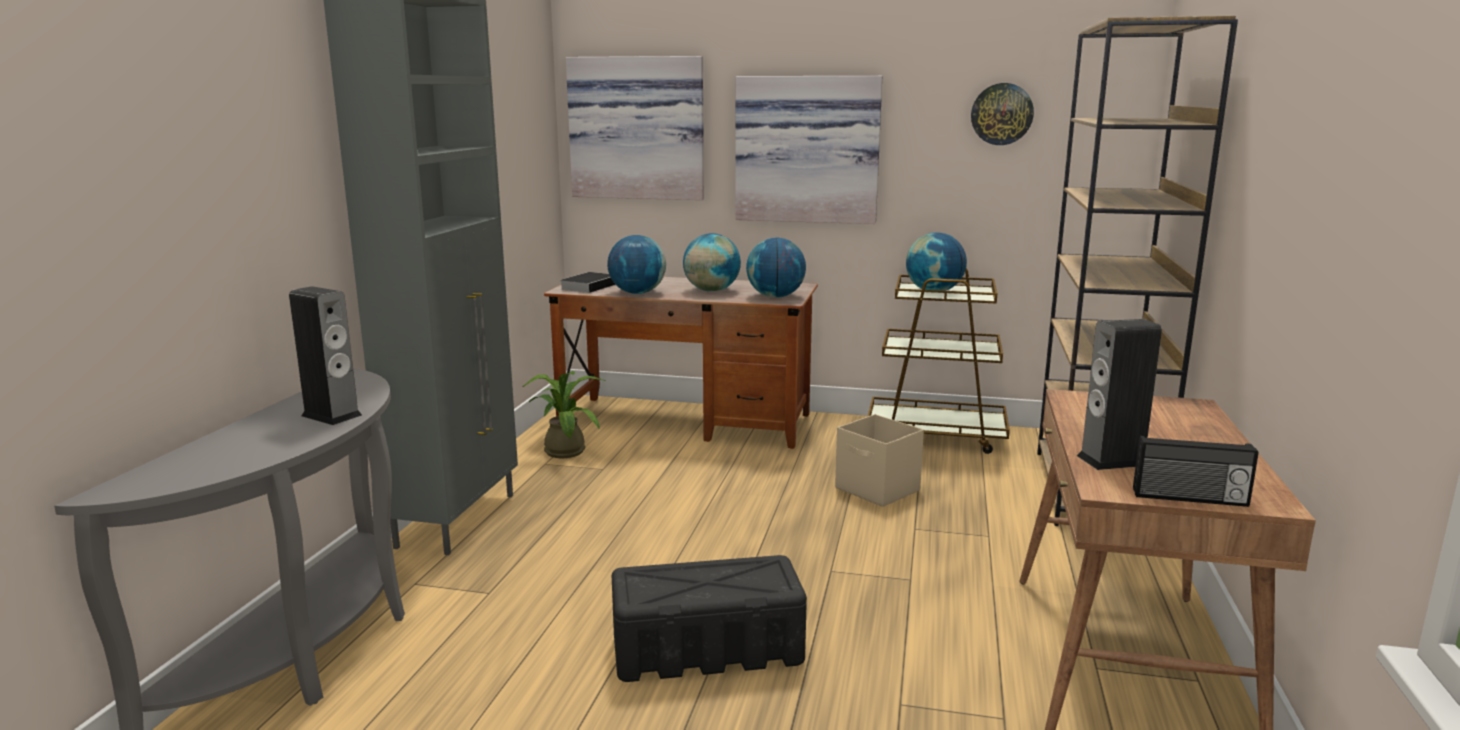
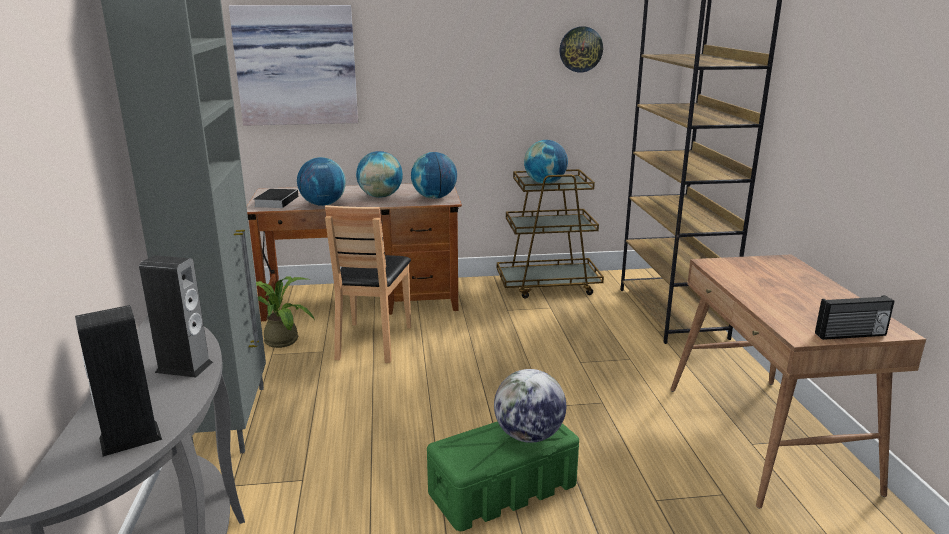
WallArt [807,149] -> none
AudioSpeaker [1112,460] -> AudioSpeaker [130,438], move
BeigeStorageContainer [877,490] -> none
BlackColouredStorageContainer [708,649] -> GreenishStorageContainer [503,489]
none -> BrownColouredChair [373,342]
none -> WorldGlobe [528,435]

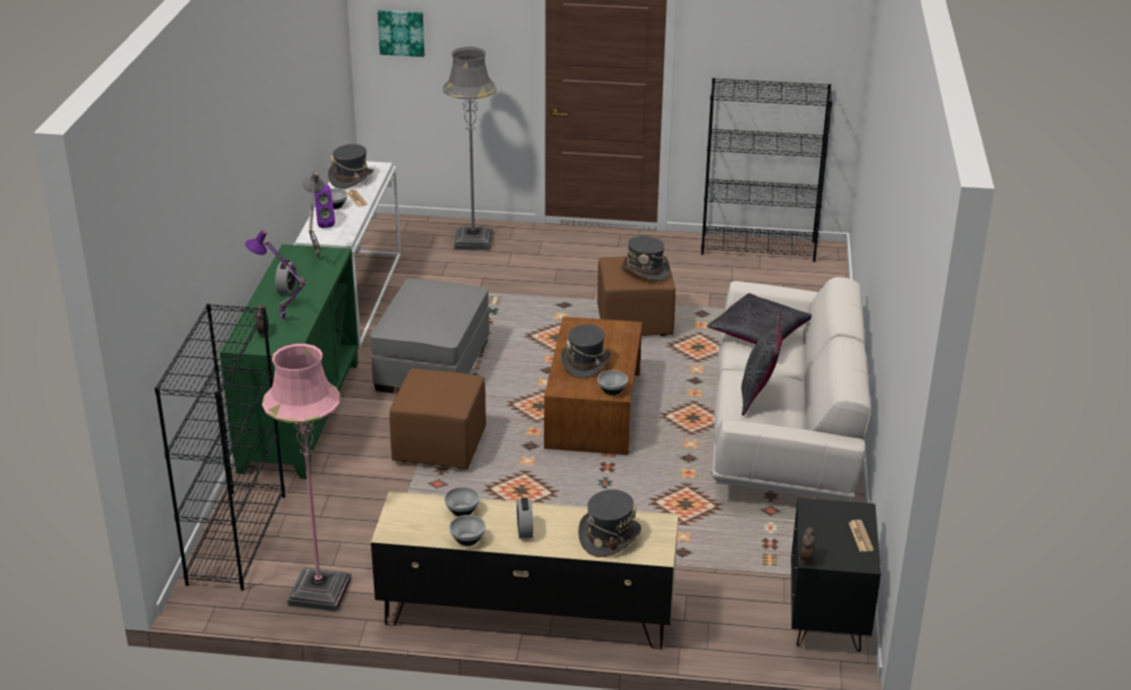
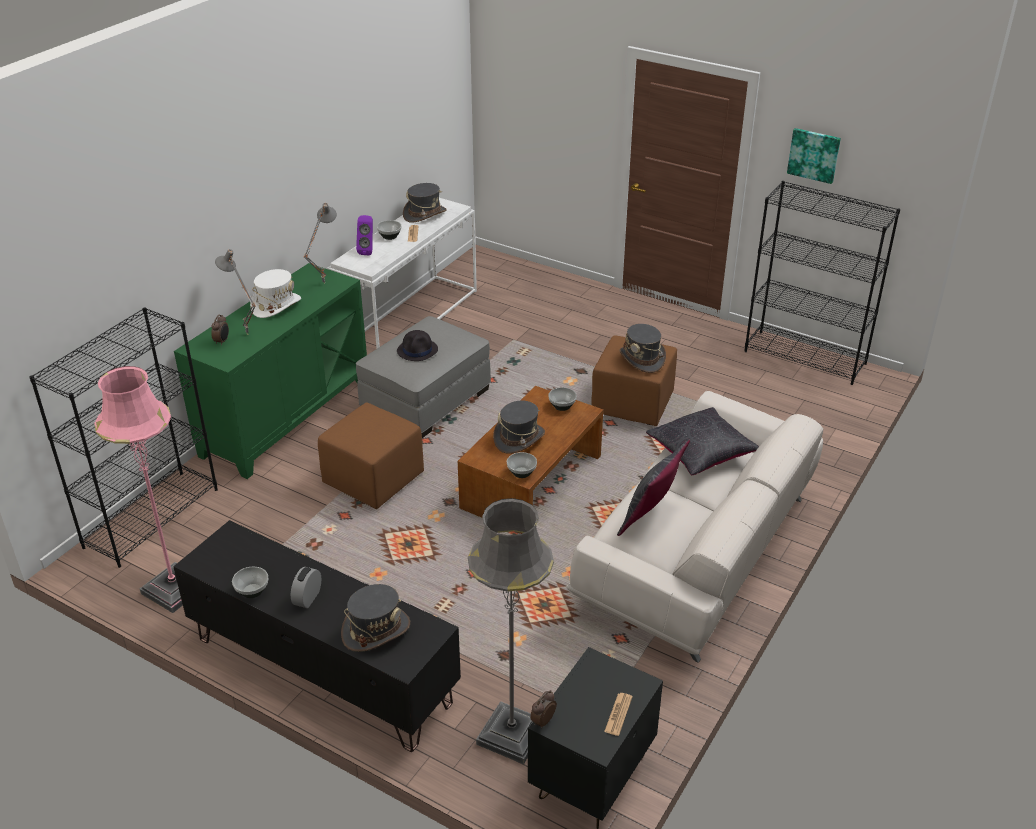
WallArt [401,32] -> WallArt [814,155], move
GreyStandingLamp [473,241] -> GreyStandingLamp [511,735], move
PurpleLampForATable [281,321] -> GreyLampForATable [245,334]
TableClock [287,289] -> WhitishClothingHat [276,305]
ServingBowl [461,511] -> ServingBowl [561,406], move
BeigeMediaConsole [526,612] -> BlackColouredMediaConsole [322,669]
none -> BlackColouredClothingHat [417,350]

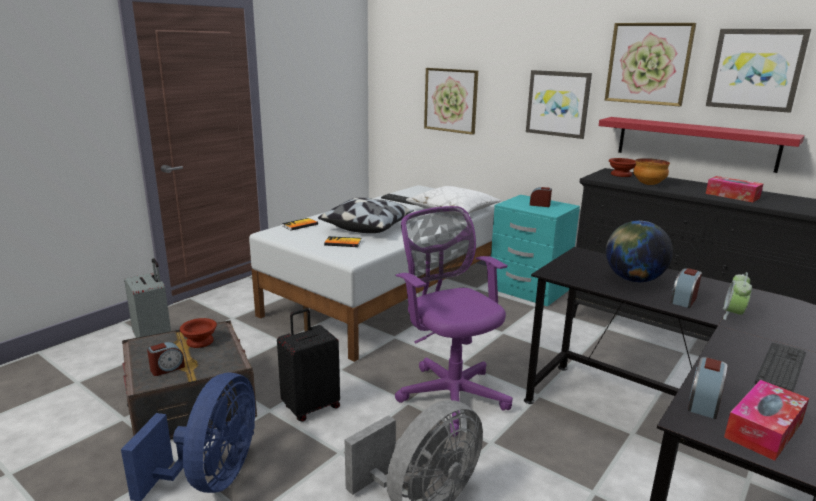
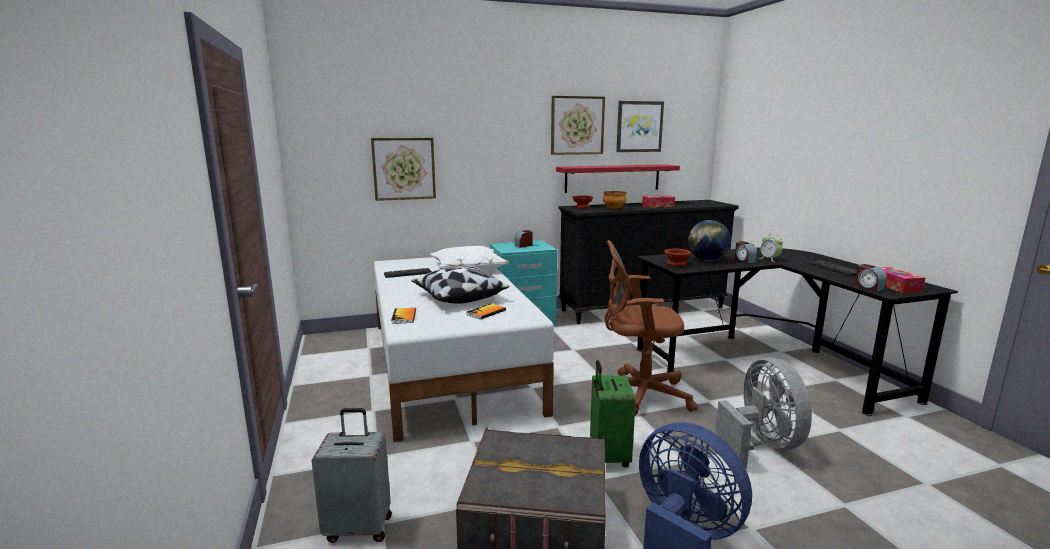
WallArt [558,103] -> none
PurpleDeskChair [450,393] -> BrownColouredDeskChair [639,394]
BlackColouredTravelCase [311,407] -> GreenishTravelCase [607,456]
BrownColouredServingBowl [200,341] -> BrownColouredServingBowl [676,264], move
TableClock [167,368] -> none

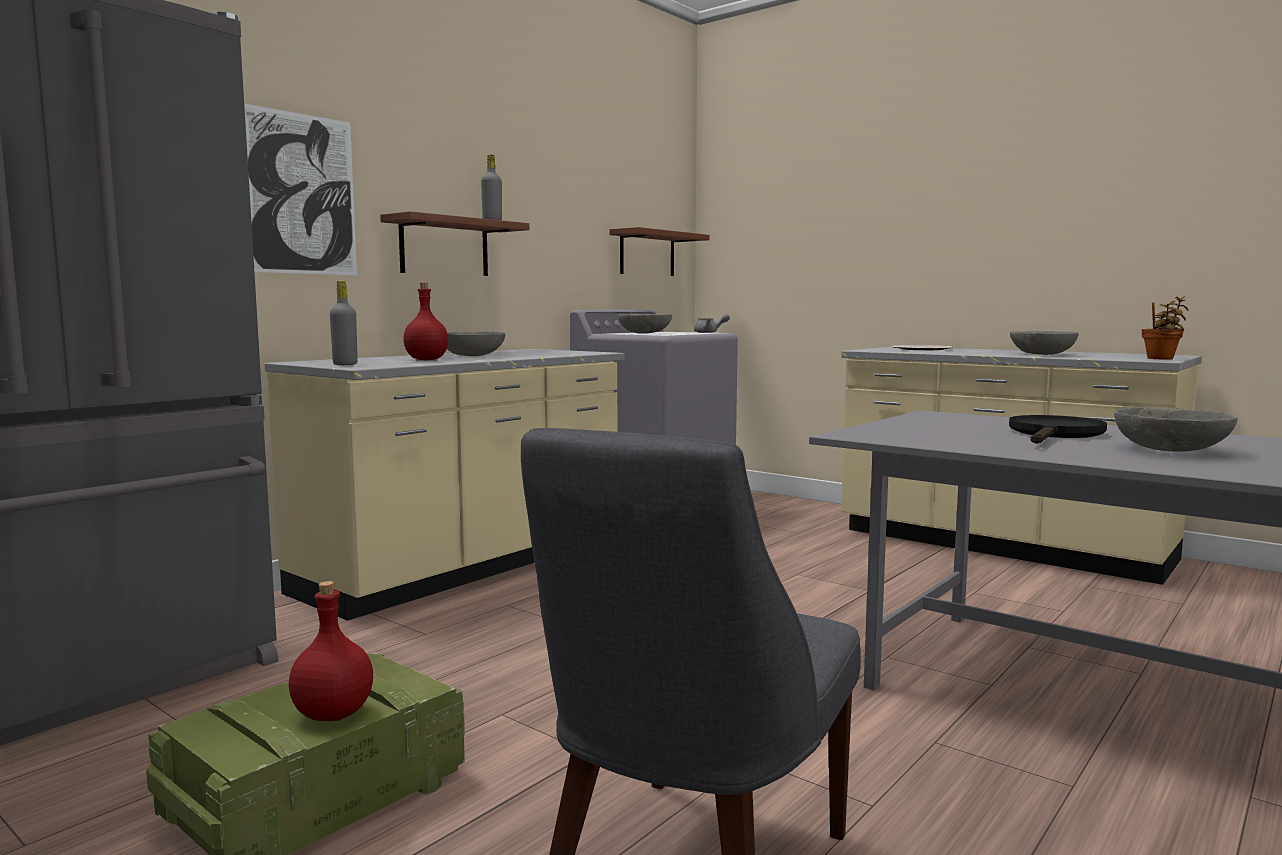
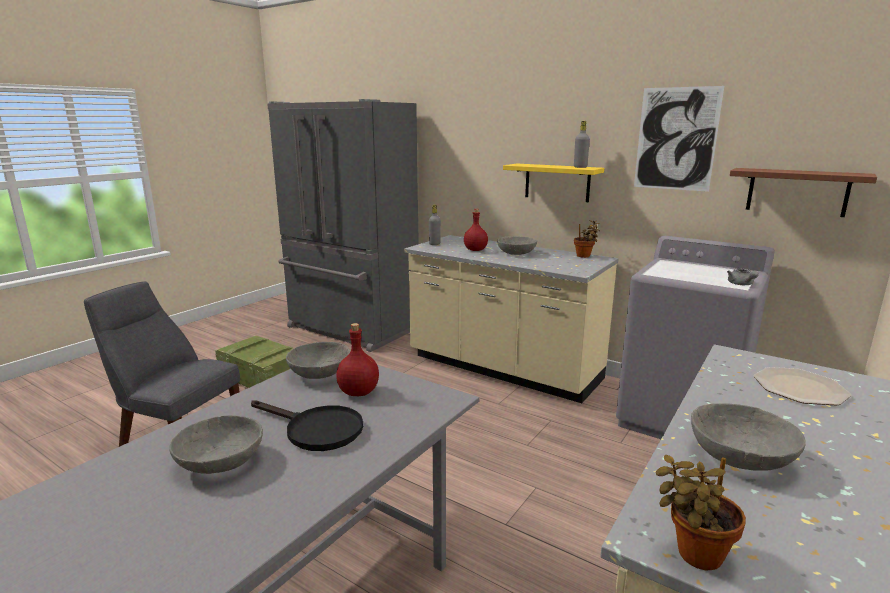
WallArt [301,194] -> WallArt [676,139], move
BrownColouredWallShelf [444,247] -> YellowWallShelf [557,182]
GreyServingBowl [645,333] -> GreyServingBowl [319,374], move
RedDrinkBottle [332,715] -> RedDrinkBottle [358,392], move
none -> Houseplant [584,256]

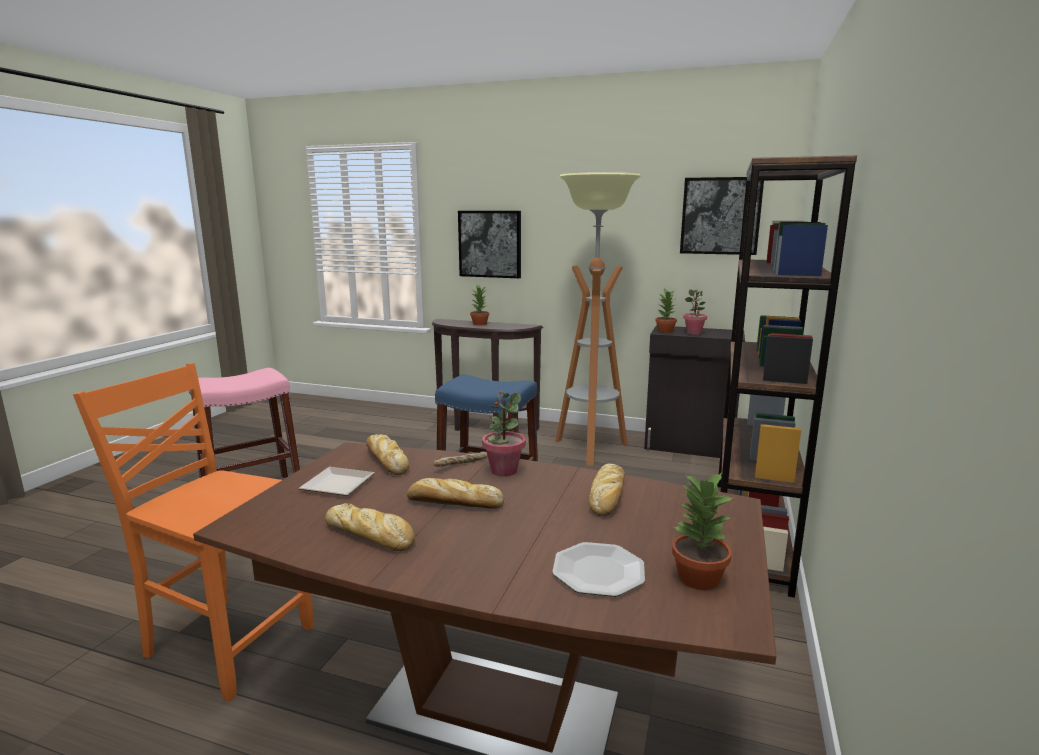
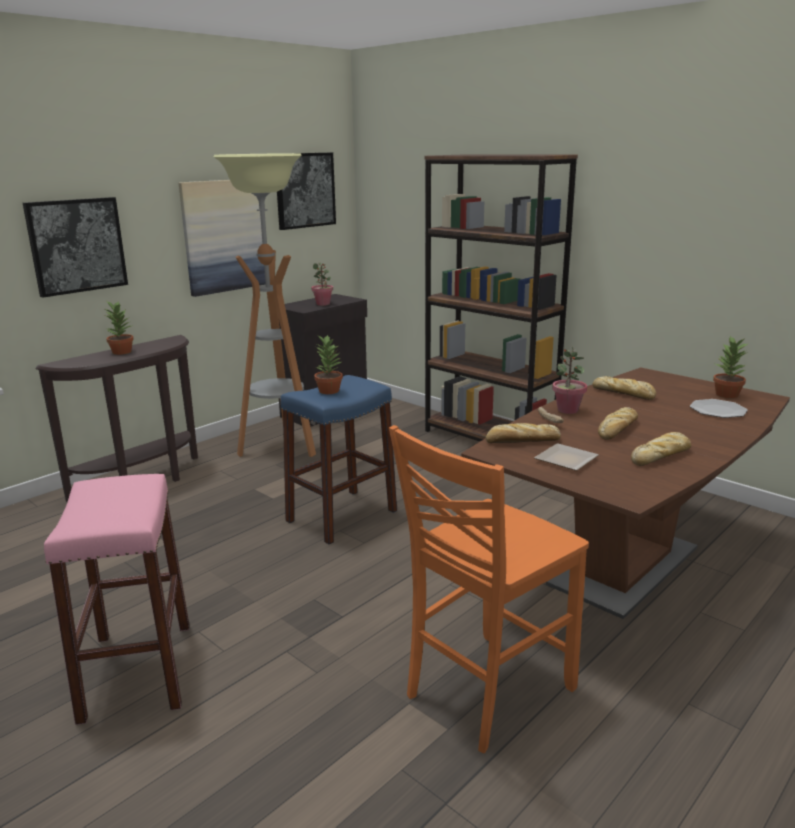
Houseplant [665,331] -> Houseplant [329,391], move
none -> WallArt [224,236]

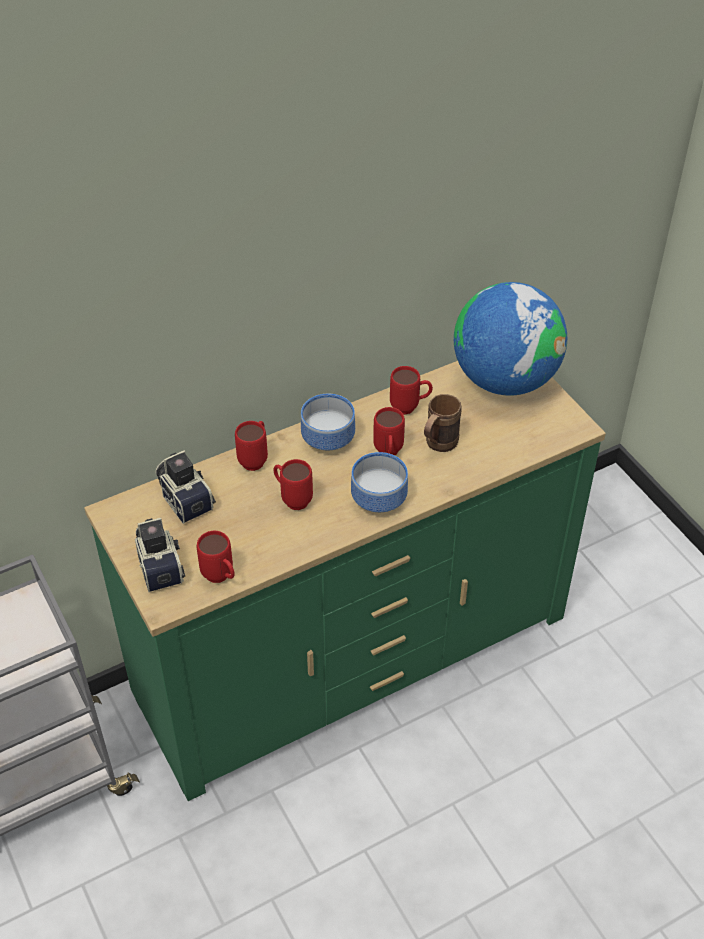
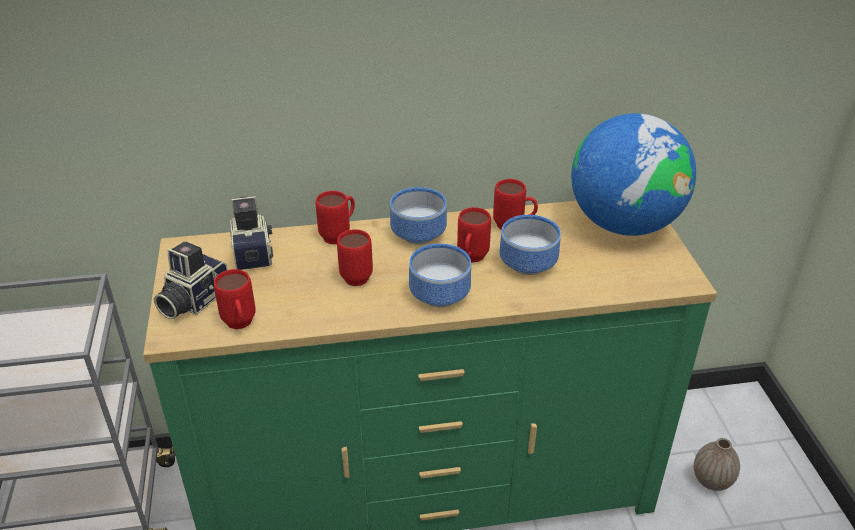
BrownColouredMug [437,446] -> ServingBowl [525,264]
StillCamera [160,565] -> StillCamera [192,300], 150 degrees counterclockwise
none -> FlowerVase [711,481]

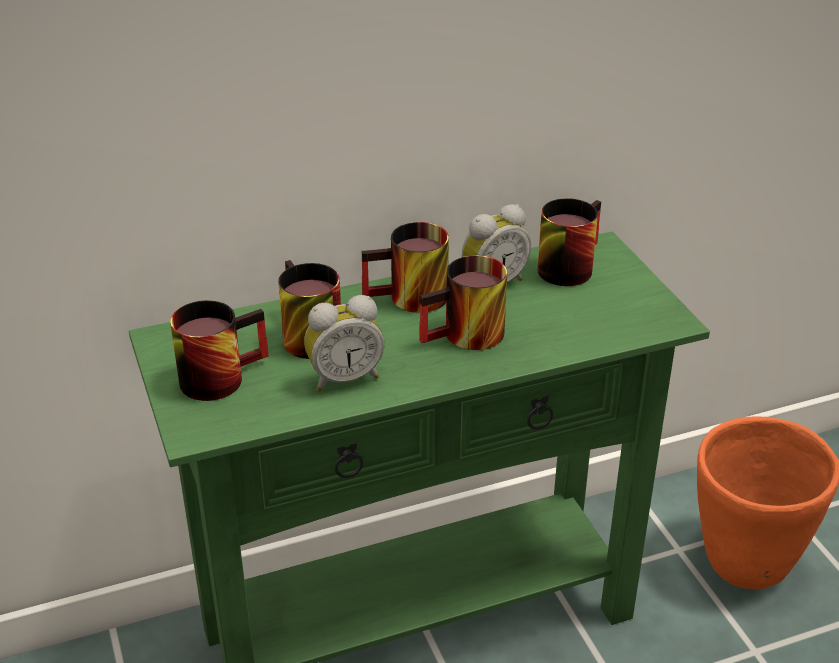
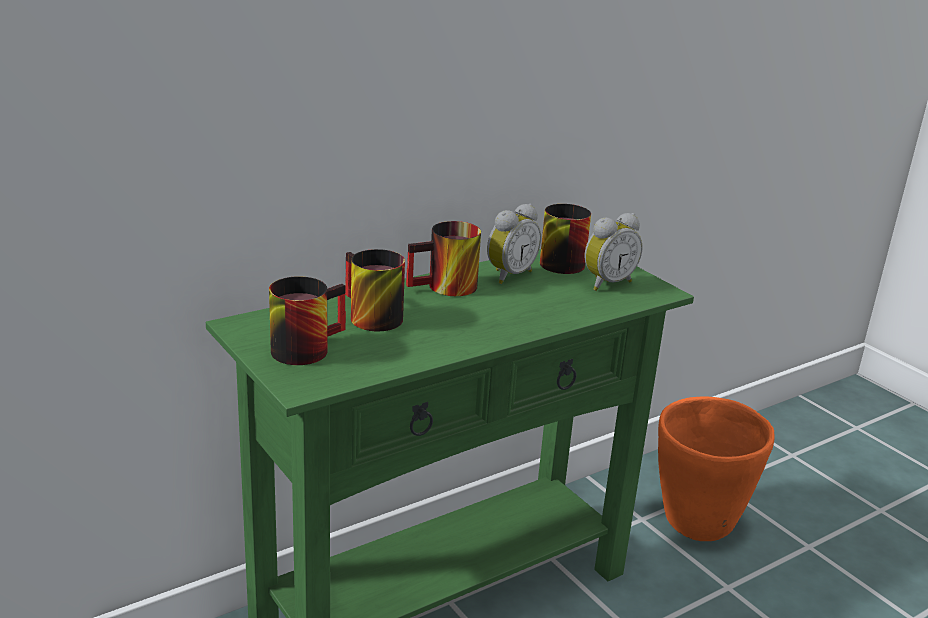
Mug [467,338] -> none
TableClock [344,378] -> TableClock [606,283], move

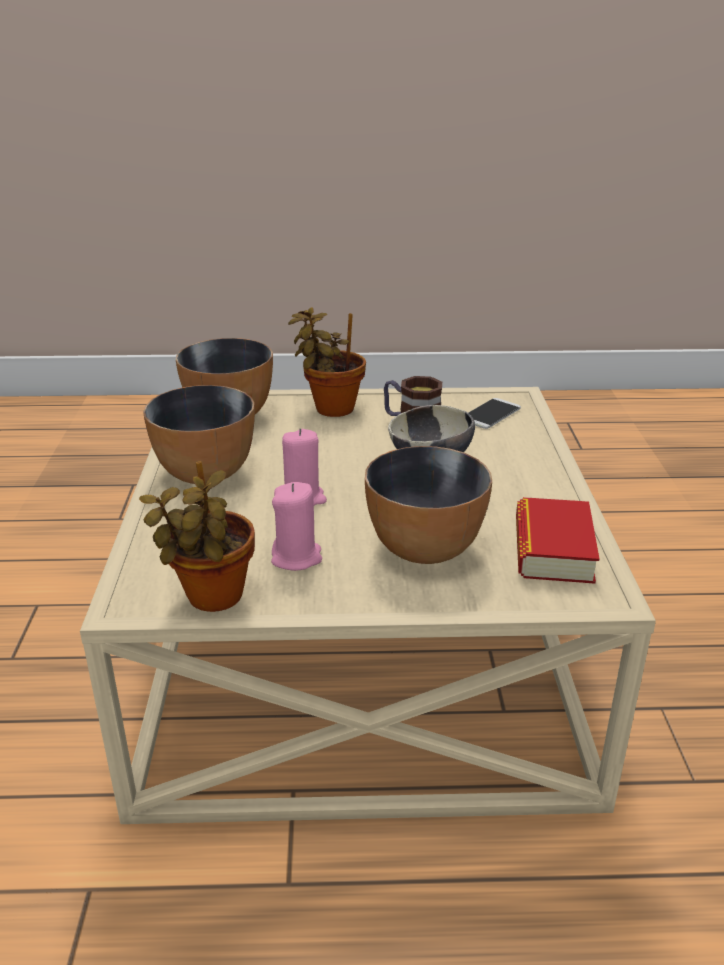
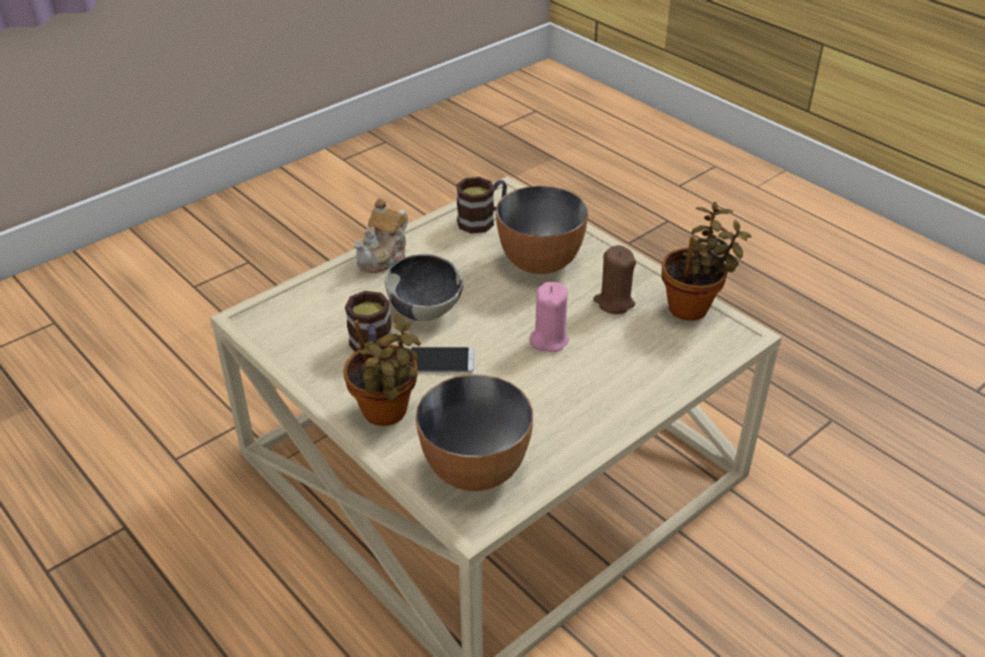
ServingBowl [205,473] -> none
Phone [490,414] -> Phone [439,361], move
PinkColouredCandle [297,557] -> BrownColouredCandle [614,302]
Volume [553,550] -> Mug [482,220]
none -> Teapot [384,257]

